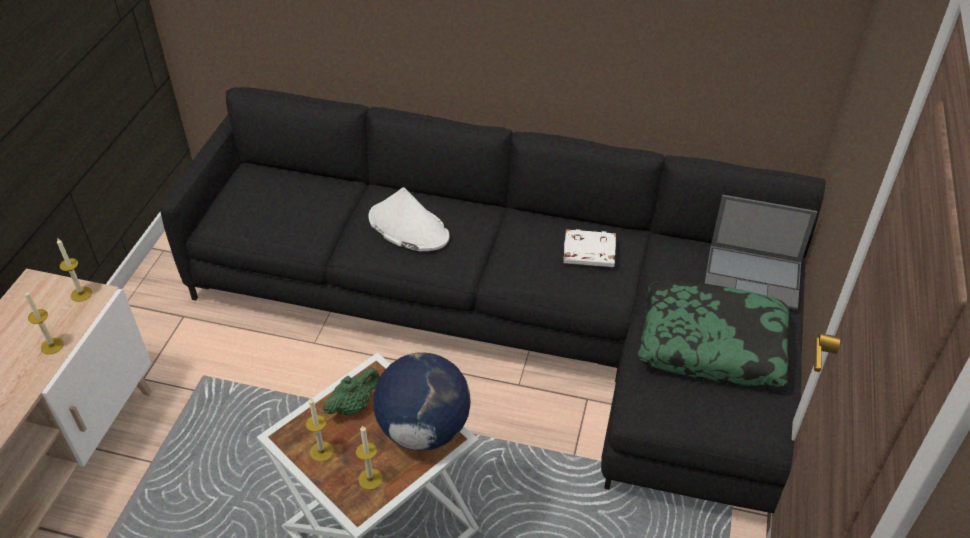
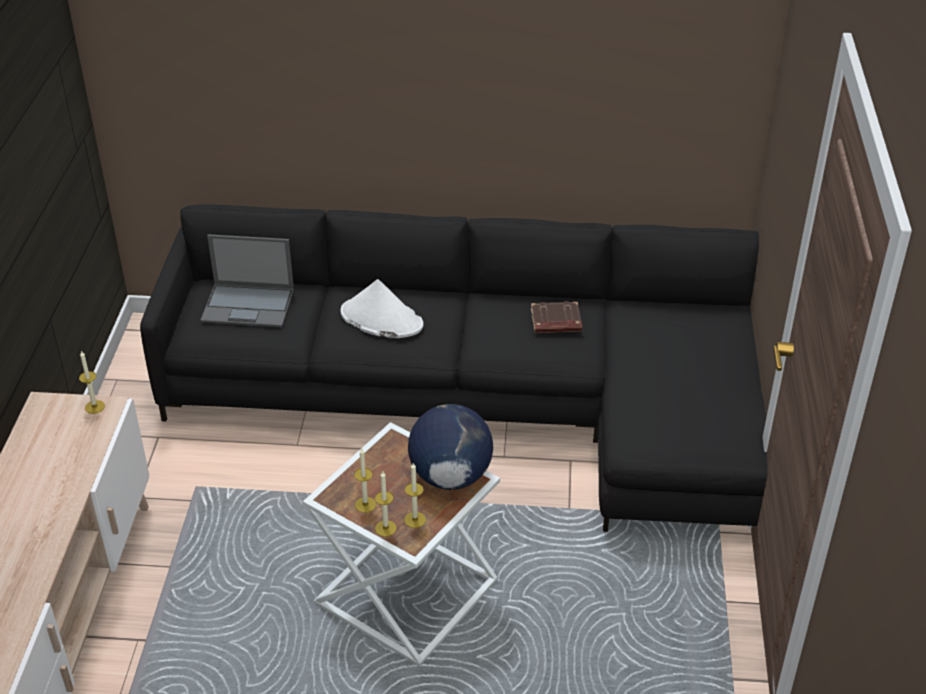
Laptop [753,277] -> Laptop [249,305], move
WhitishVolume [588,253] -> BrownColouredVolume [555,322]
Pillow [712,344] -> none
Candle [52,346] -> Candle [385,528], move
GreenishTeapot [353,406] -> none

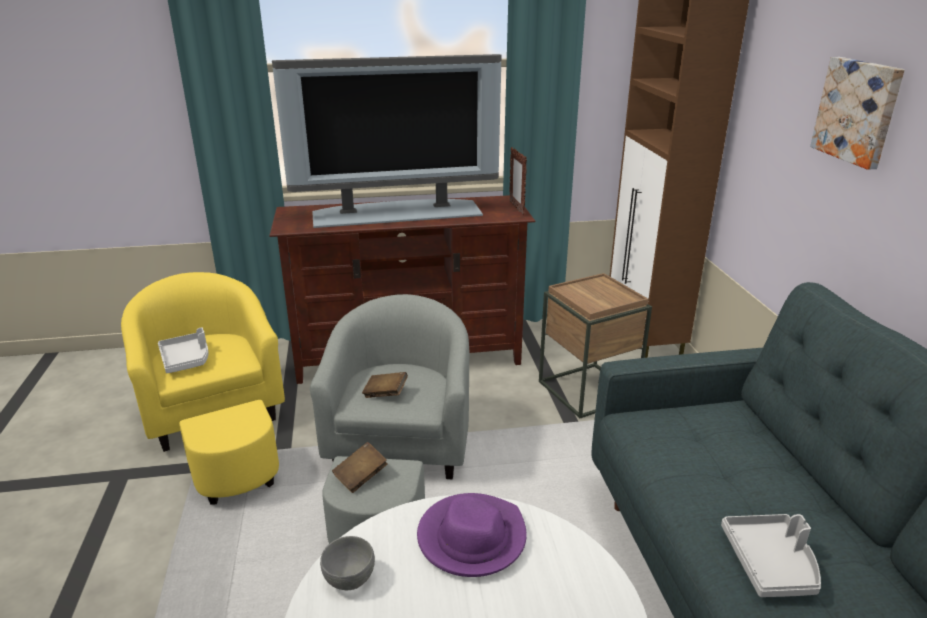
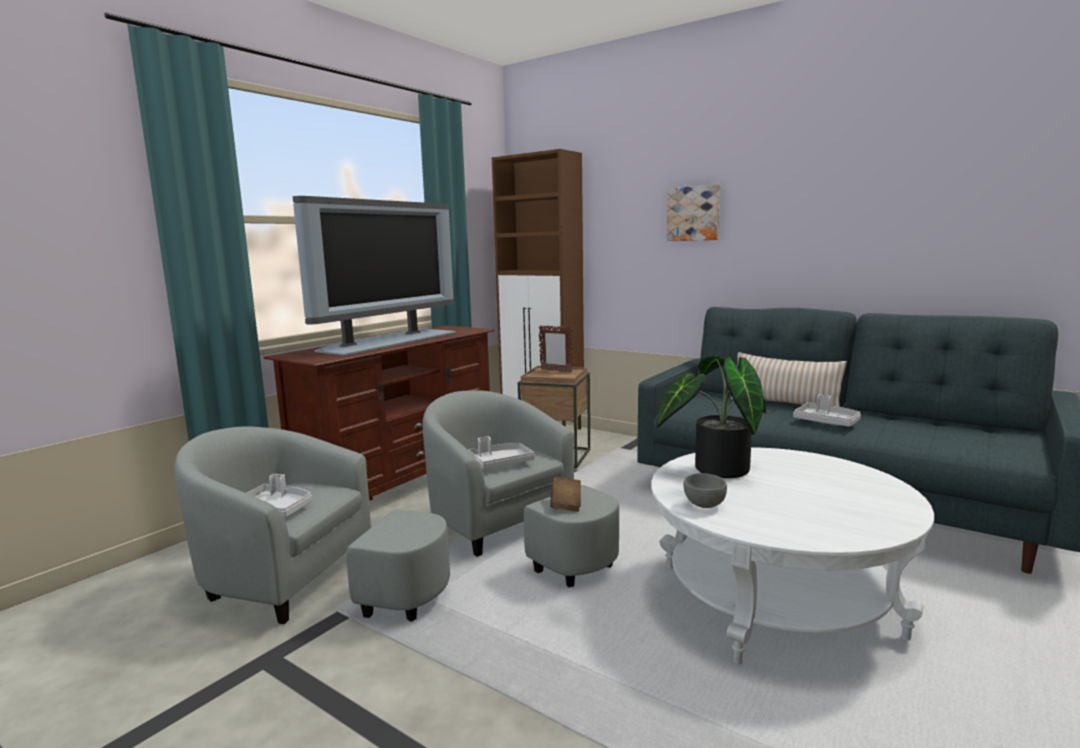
PictureFrame [516,208] -> PictureFrame [556,371], move
YellowLoungeChair [219,427] -> GreyLoungeChair [311,585]
BrownColouredVolume [385,394] -> GreyTray [500,463]
PurpleClothingHat [471,538] -> Houseplant [714,468]
none -> BeigePillow [784,404]

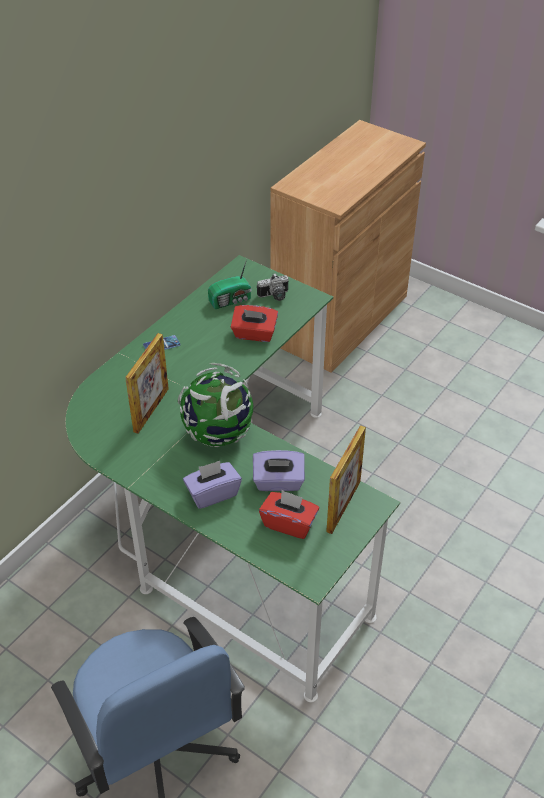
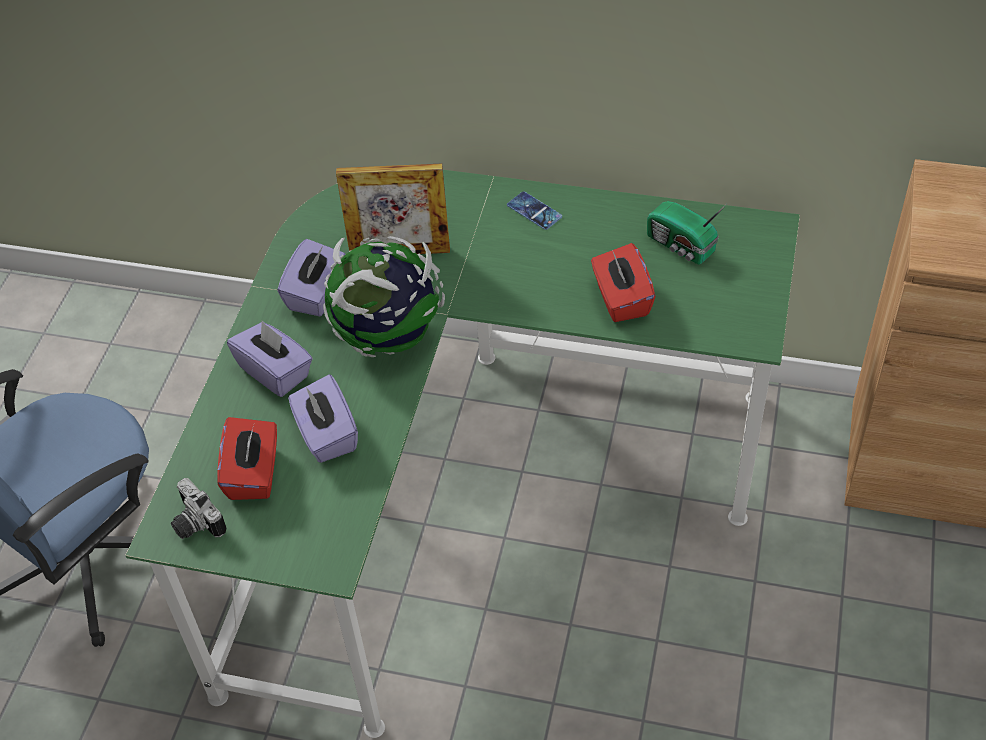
StillCamera [274,296] -> StillCamera [194,524], move
PictureFrame [343,506] -> none
none -> PurpleTissueHolder [317,294]

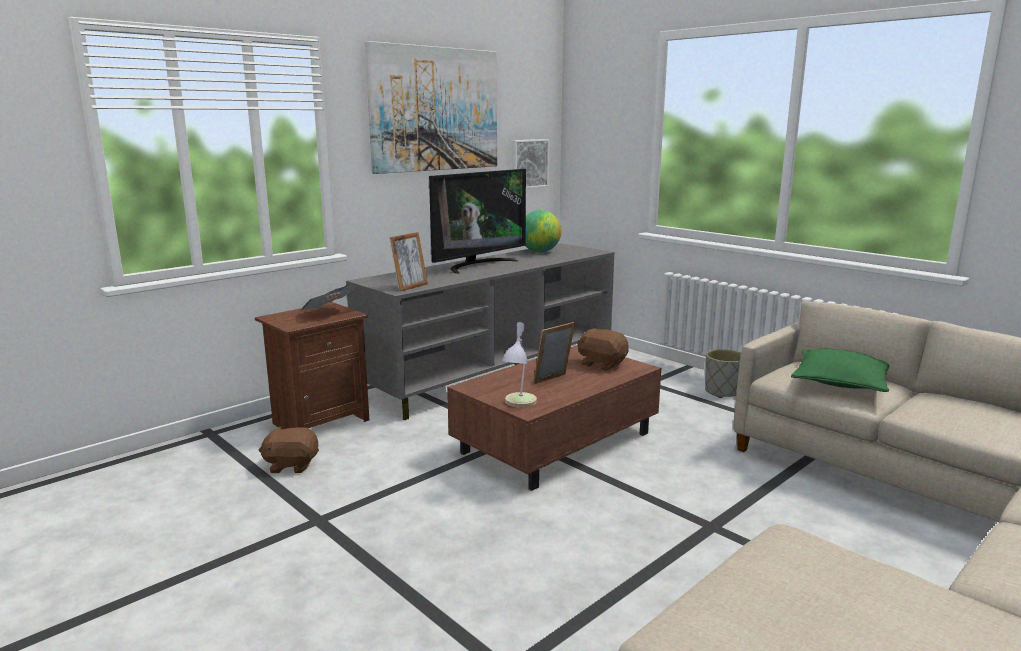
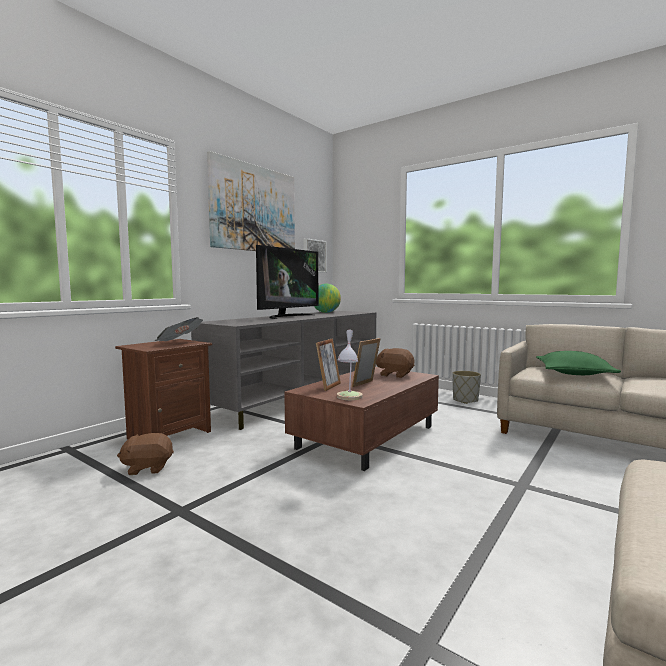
PictureFrame [410,287] -> PictureFrame [328,386], move

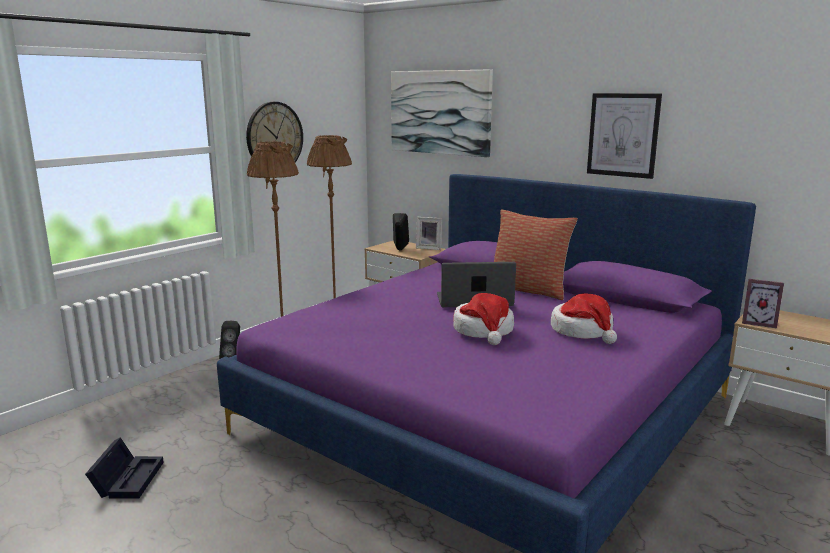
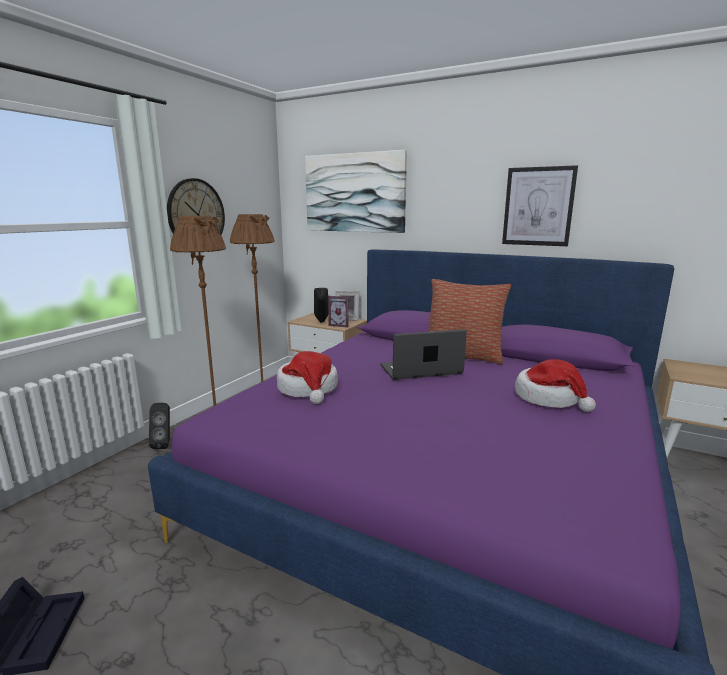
PictureFrame [759,323] -> PictureFrame [340,325], move
ClothingHat [484,331] -> ClothingHat [308,389], move

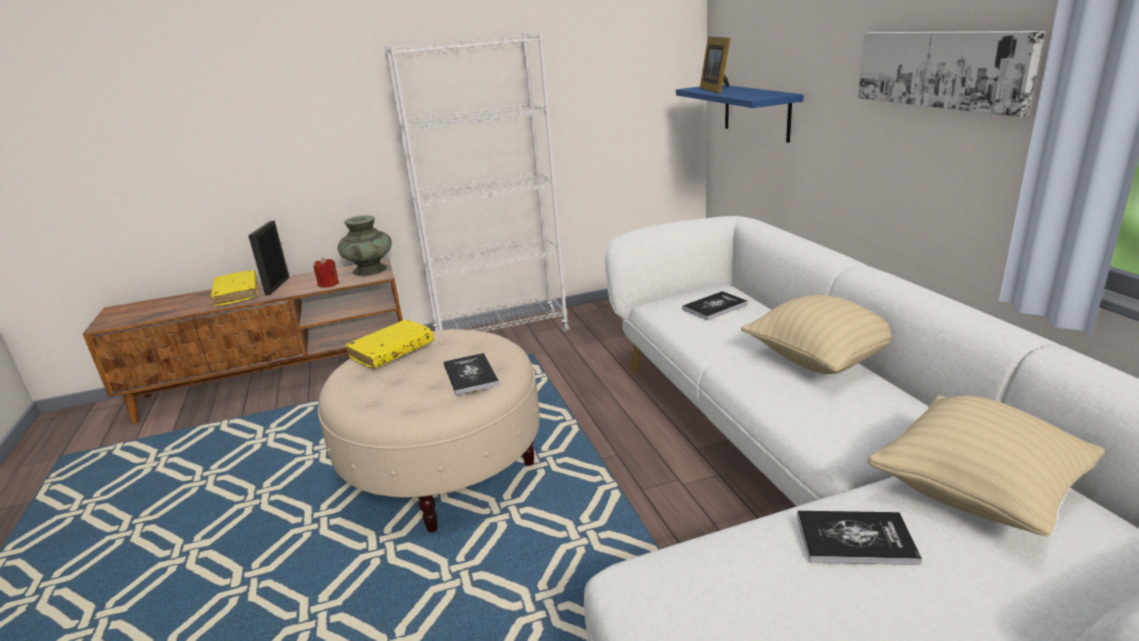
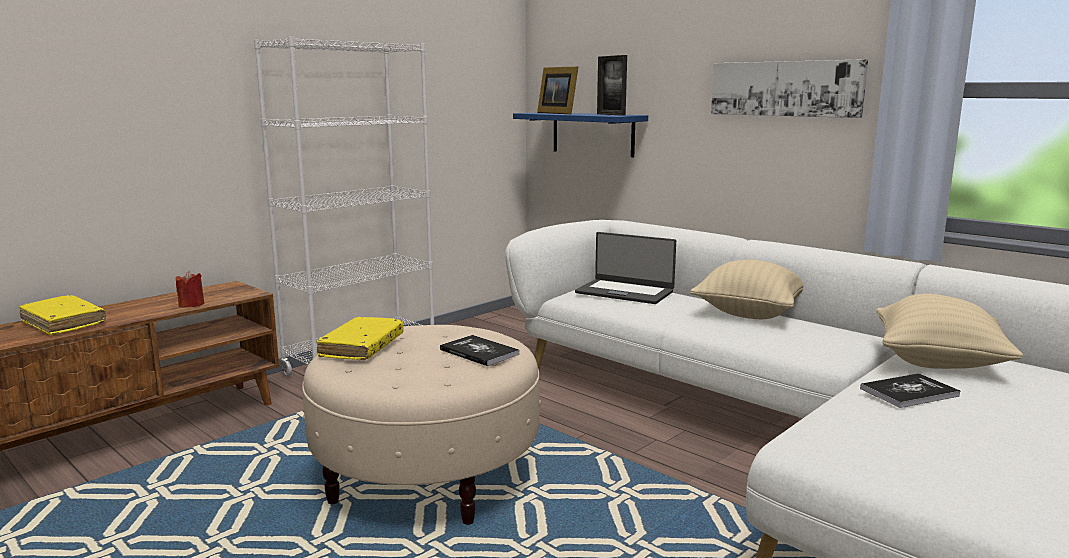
BlueGreenFlowerVase [370,270] -> none
PictureFrame [277,286] -> PictureFrame [610,114], move
Volume [715,307] -> Laptop [625,292]

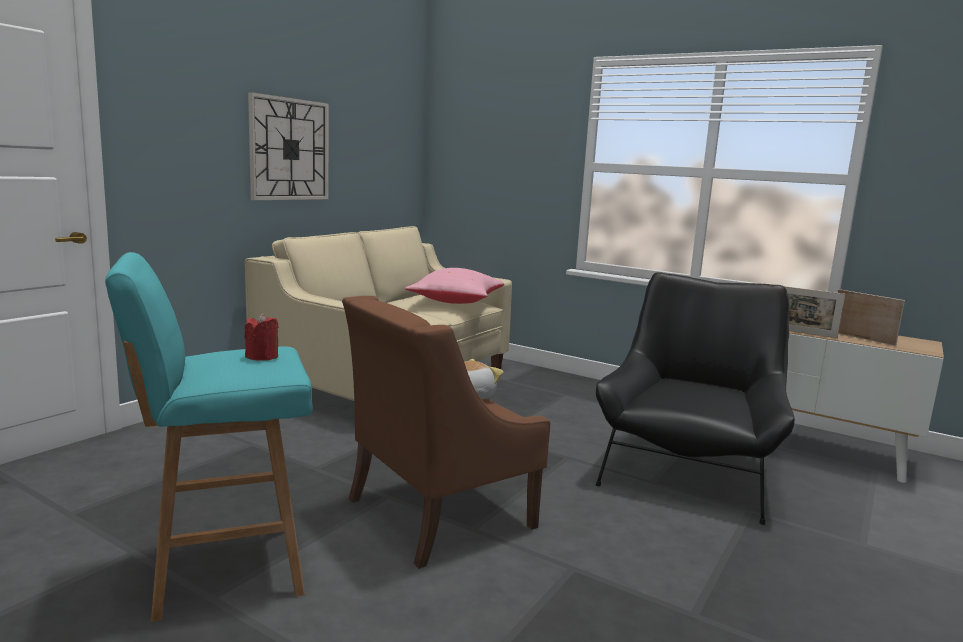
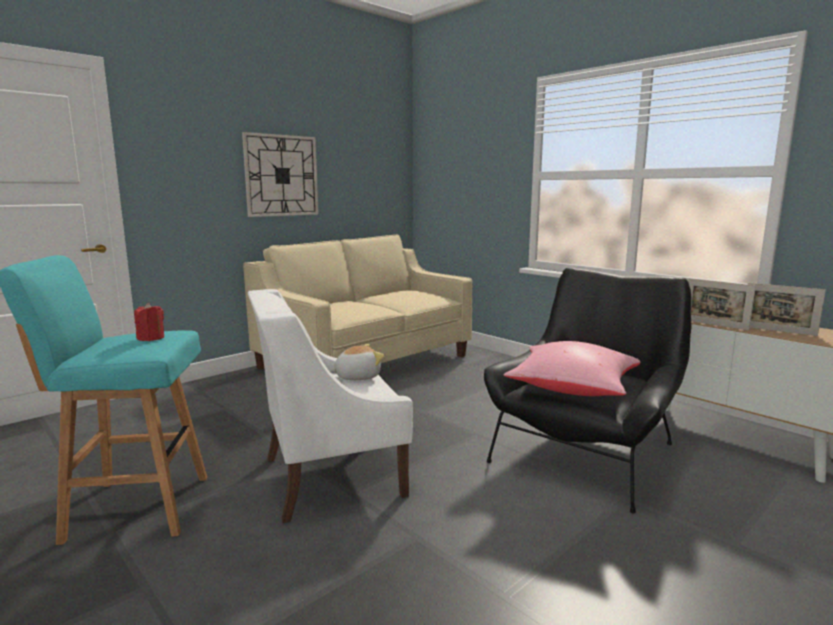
PinkColouredPillow [455,302] -> PinkColouredPillow [571,390], move
PictureFrame [862,338] -> PictureFrame [778,331], 150 degrees clockwise
BrownColouredLoungeChair [438,513] -> WhitishLoungeChair [330,476]

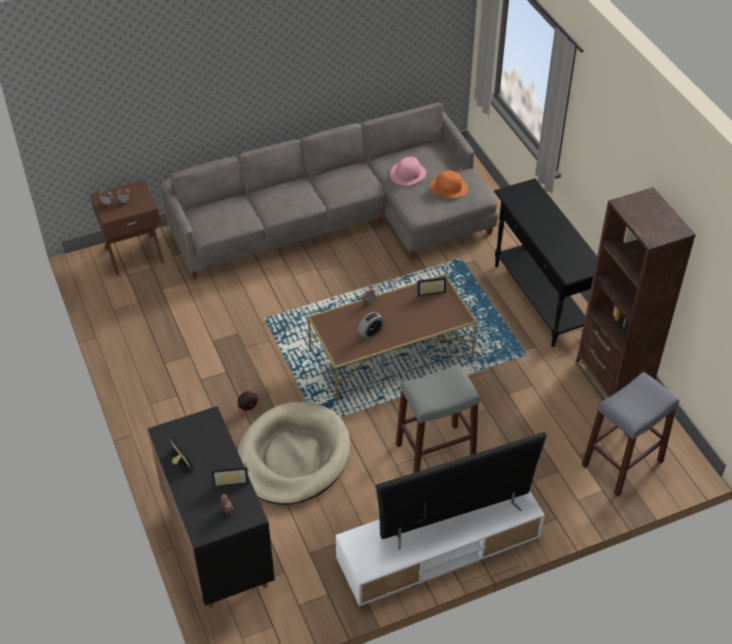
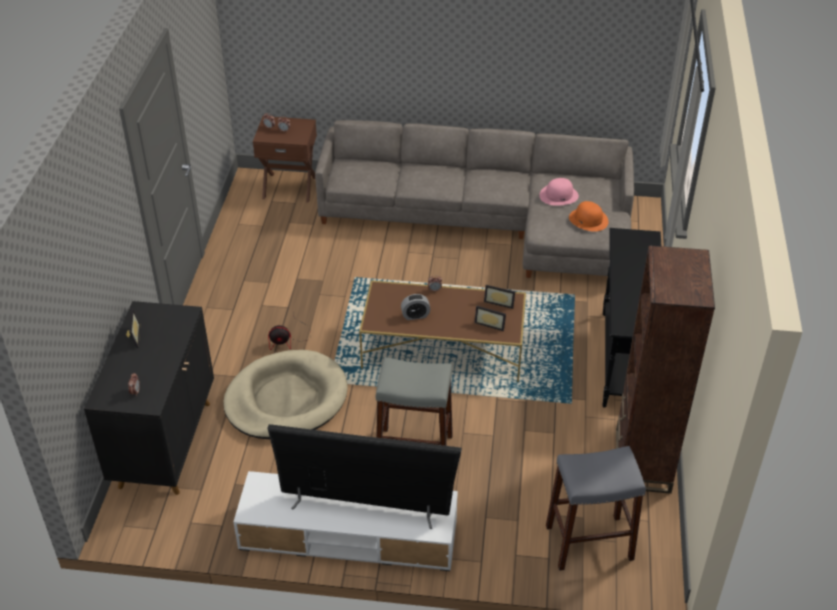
PictureFrame [230,480] -> PictureFrame [490,323], move

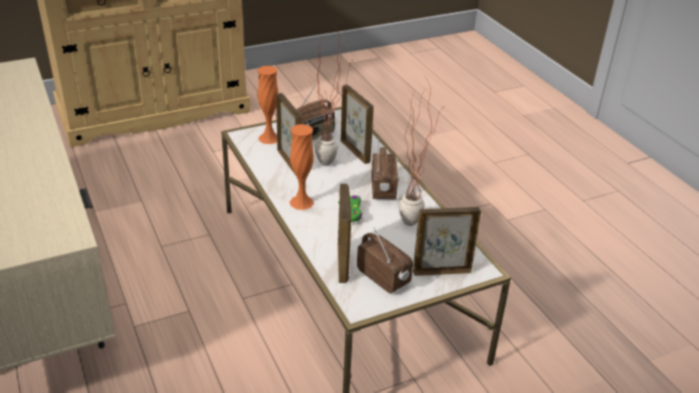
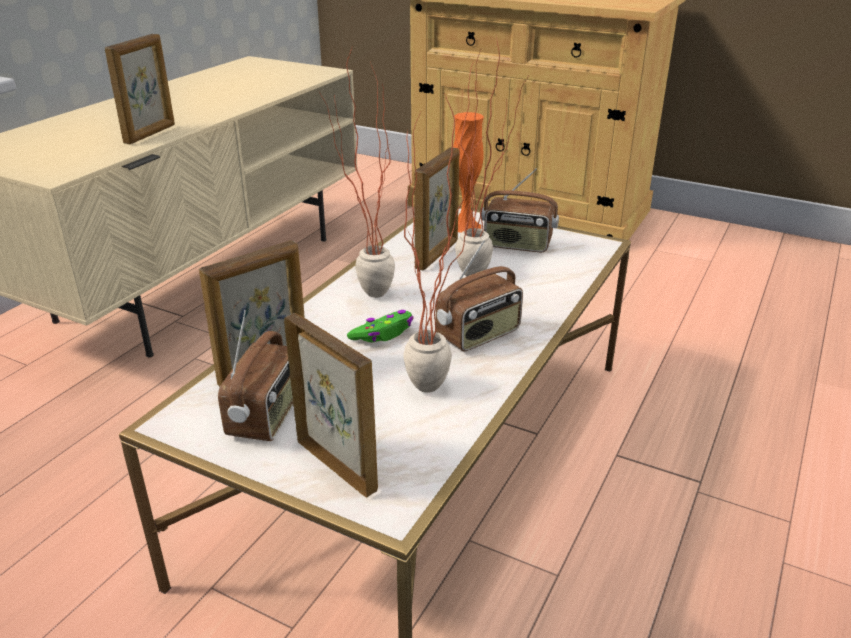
PictureFrame [355,151] -> PictureFrame [151,134], move
OrangeFlowerVase [301,202] -> Houseplant [363,293]

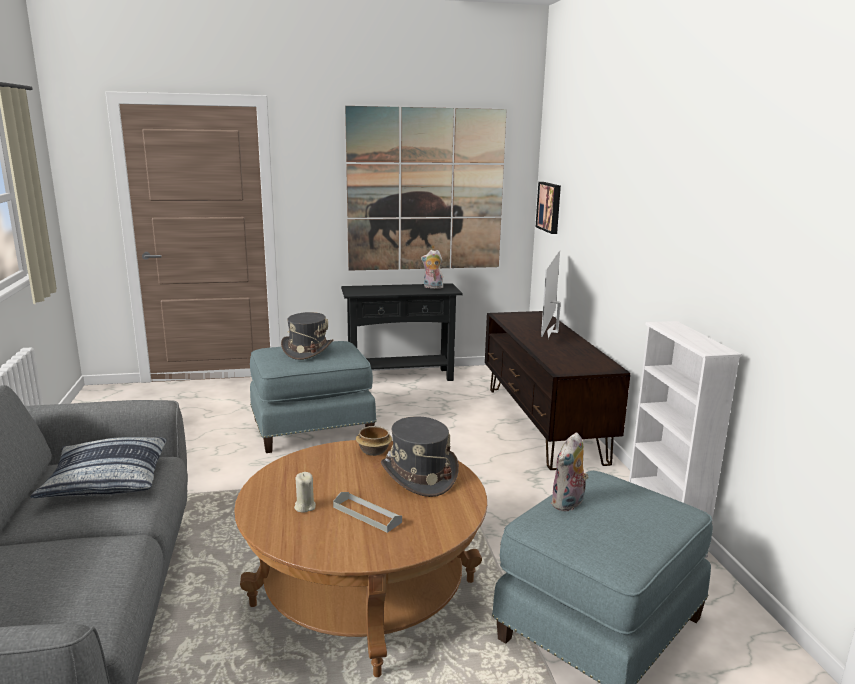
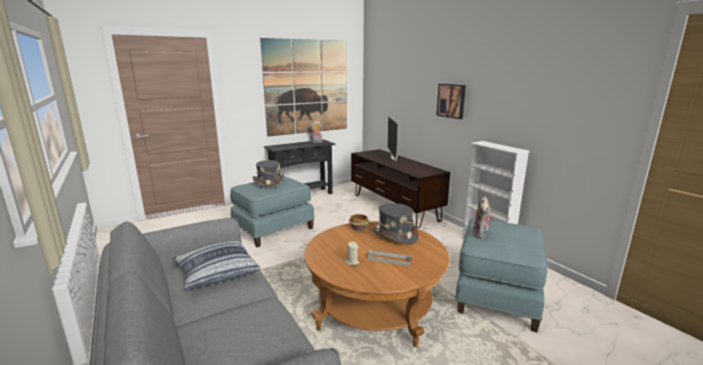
WallArt [550,207] -> WallArt [451,100], move

